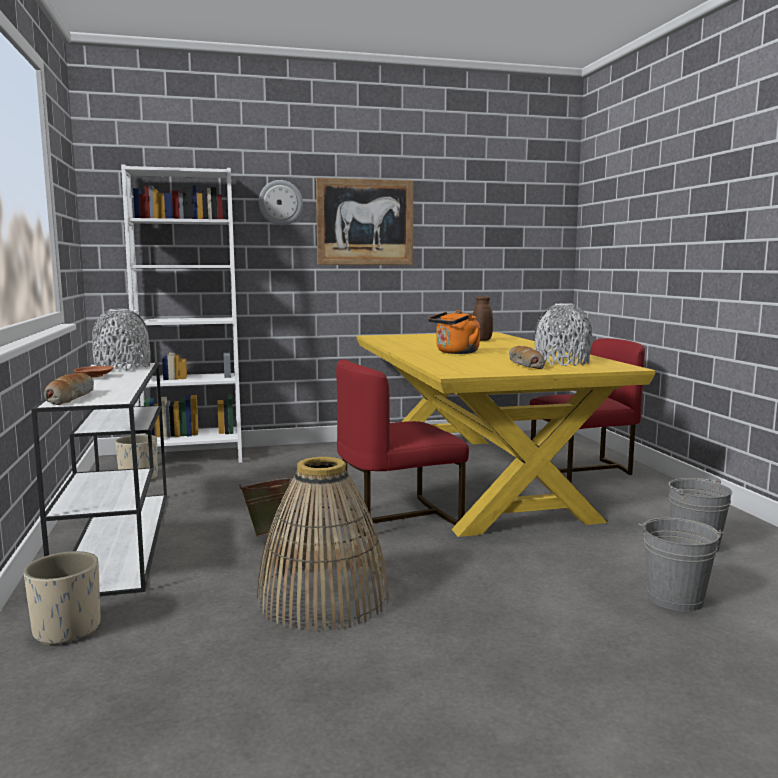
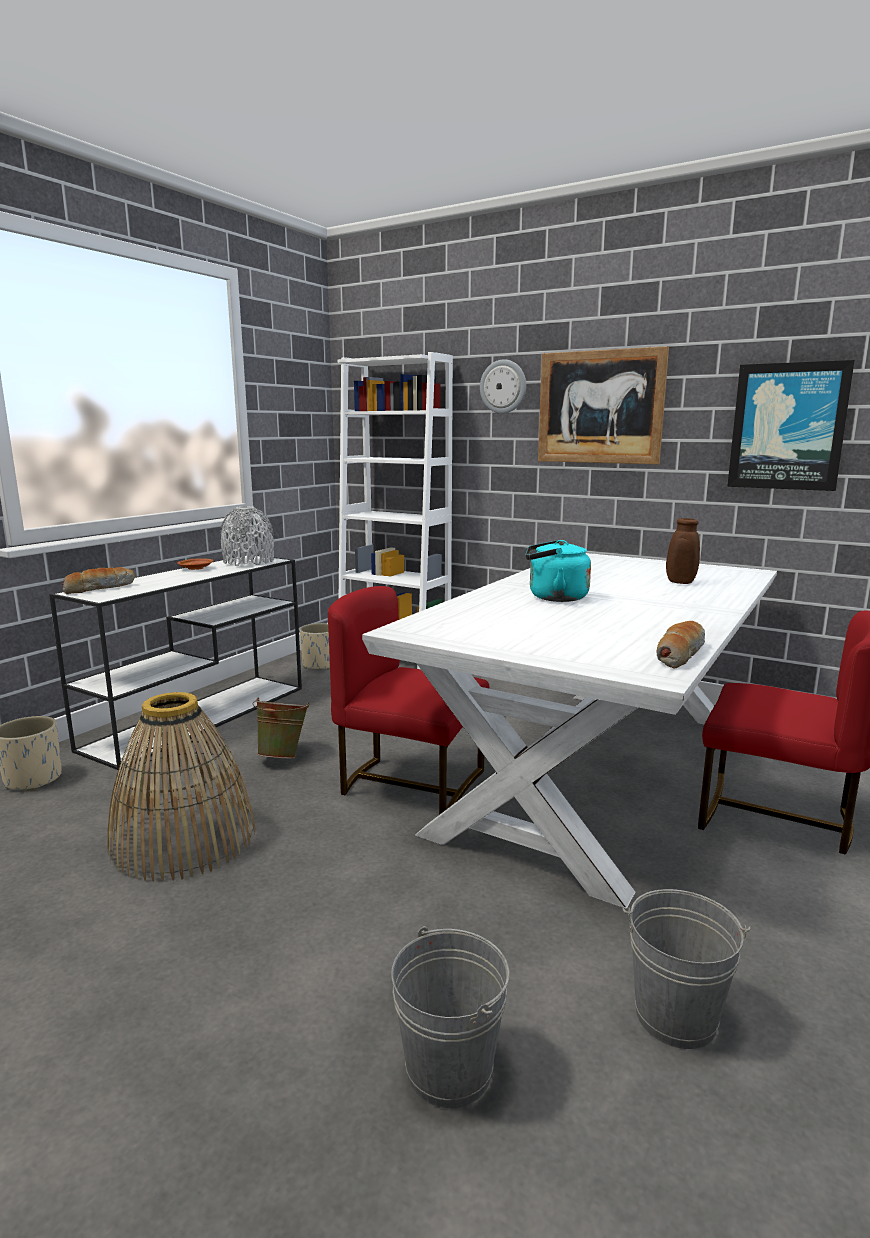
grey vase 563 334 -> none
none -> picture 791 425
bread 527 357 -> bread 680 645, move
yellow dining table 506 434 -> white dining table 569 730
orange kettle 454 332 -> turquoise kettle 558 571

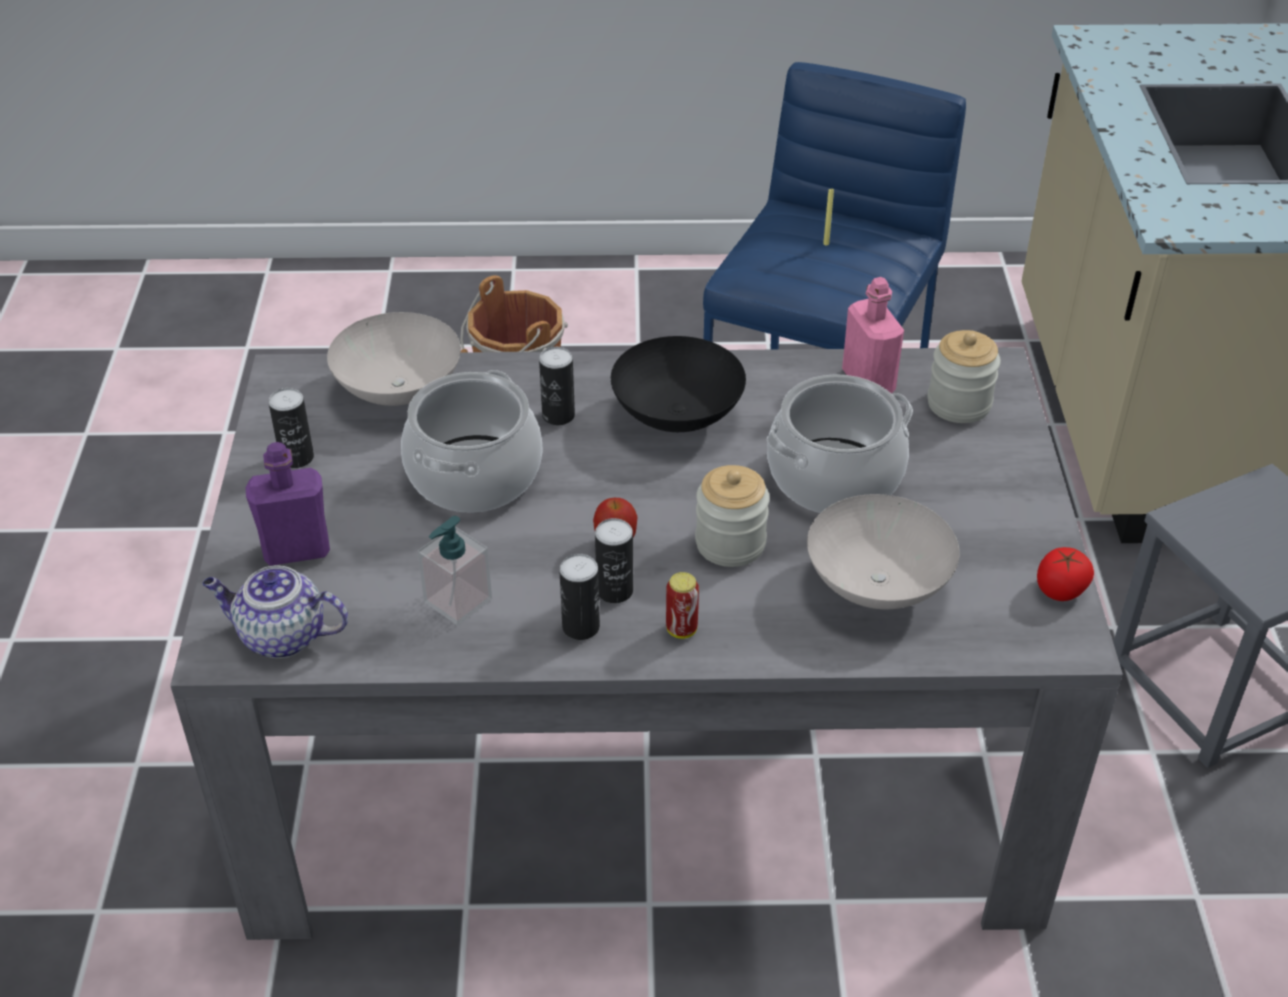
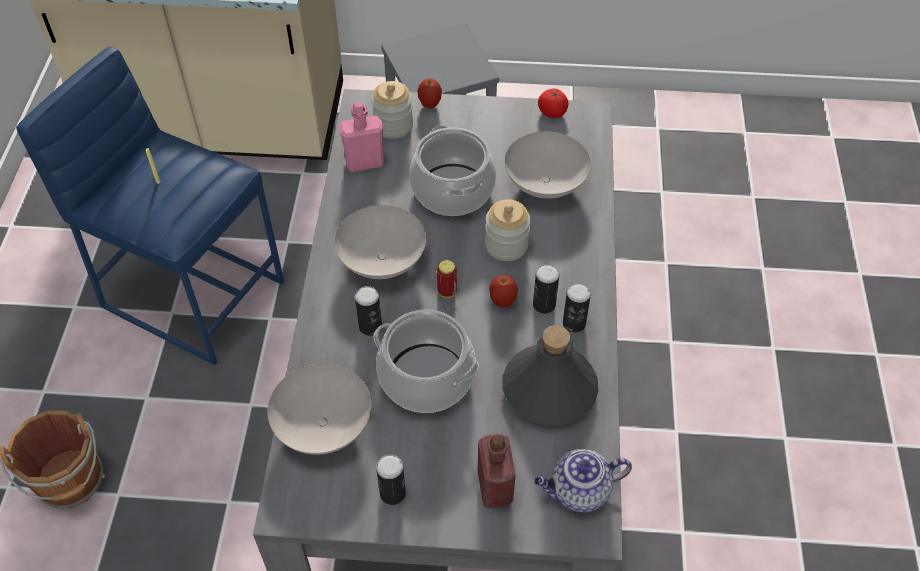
none -> apple 430 93
can 682 605 -> can 447 279, move
soap dispenser 454 570 -> grey bottle 550 375
purple bottle 287 504 -> red bottle 496 470
black bowl 678 384 -> white bowl 380 242
teapot 275 611 -> teapot 583 481, 60 degrees clockwise

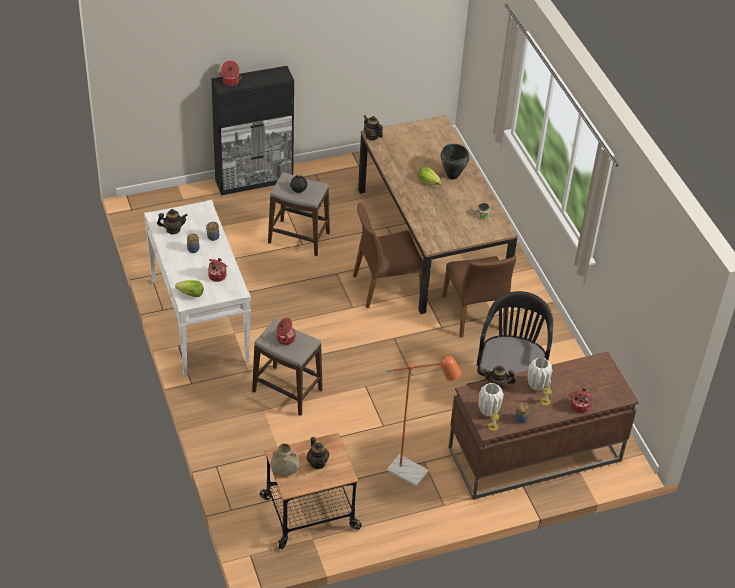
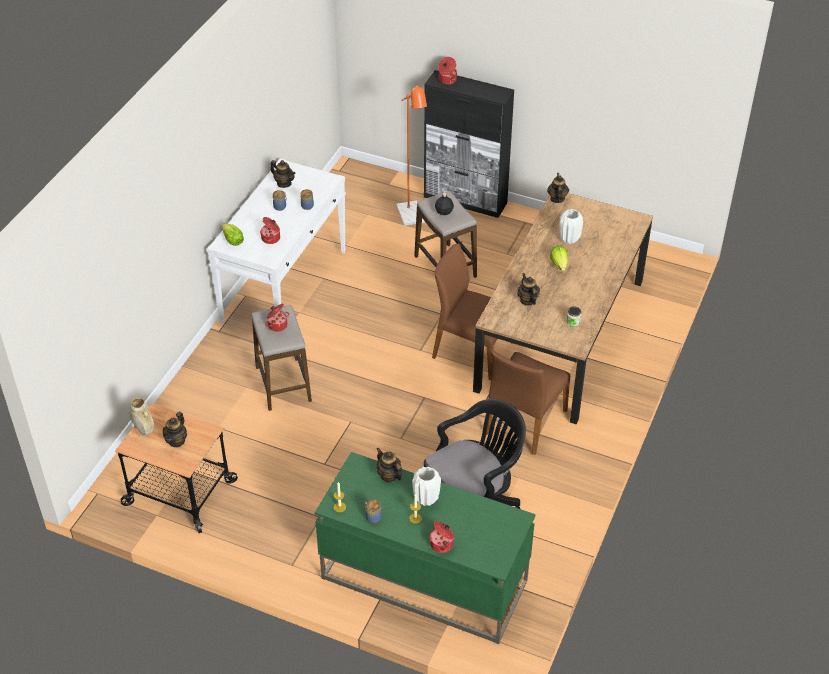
black cooking pot 455 161 -> none
none -> teapot 528 289
orange floor lamp 423 421 -> orange floor lamp 412 155, move
white vase 491 400 -> white vase 571 226, move
brown desk 543 425 -> green desk 425 548

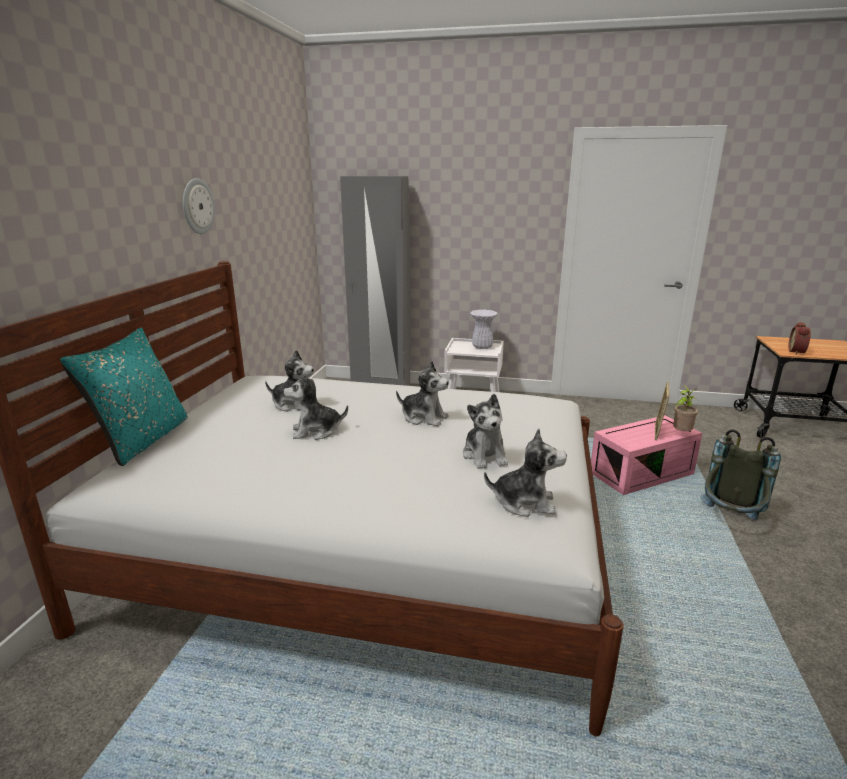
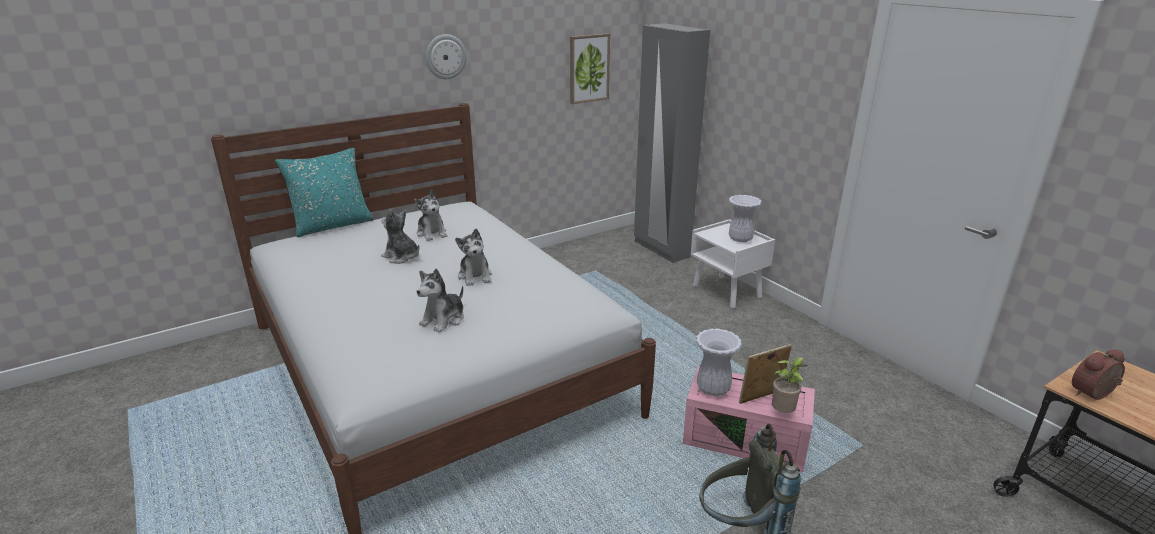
plush toy 525 473 -> none
none -> picture 590 68
none -> white vase 719 362

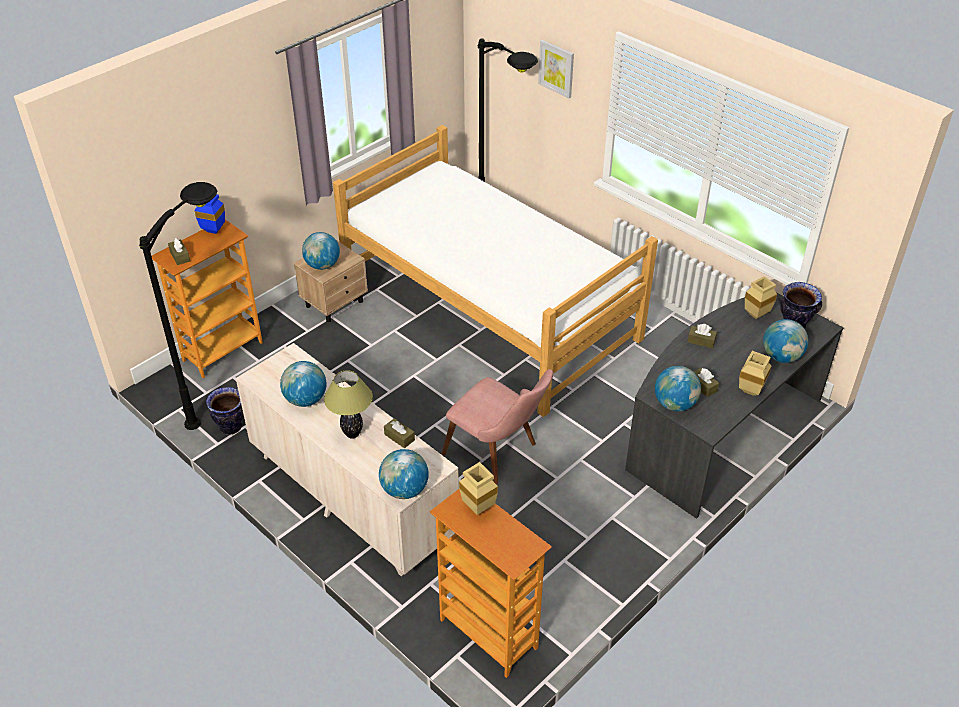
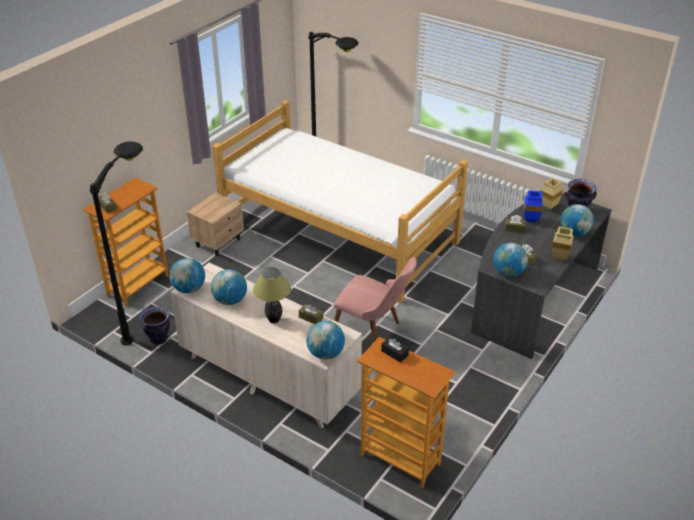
picture 556 69 -> none
blue vase 209 214 -> blue vase 533 206, move
globe 321 251 -> globe 187 275, move
beige vase 478 488 -> black tissue box 395 350

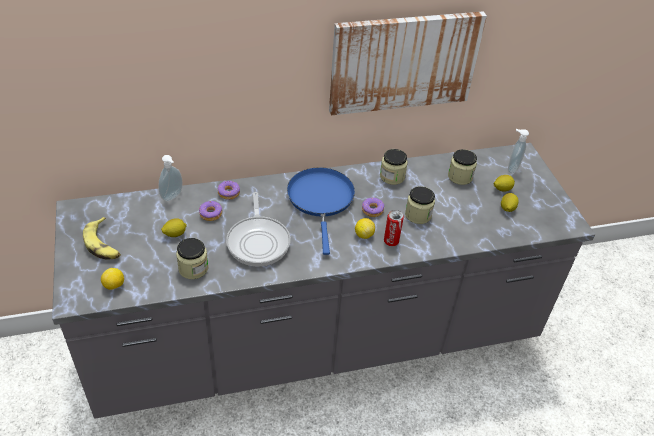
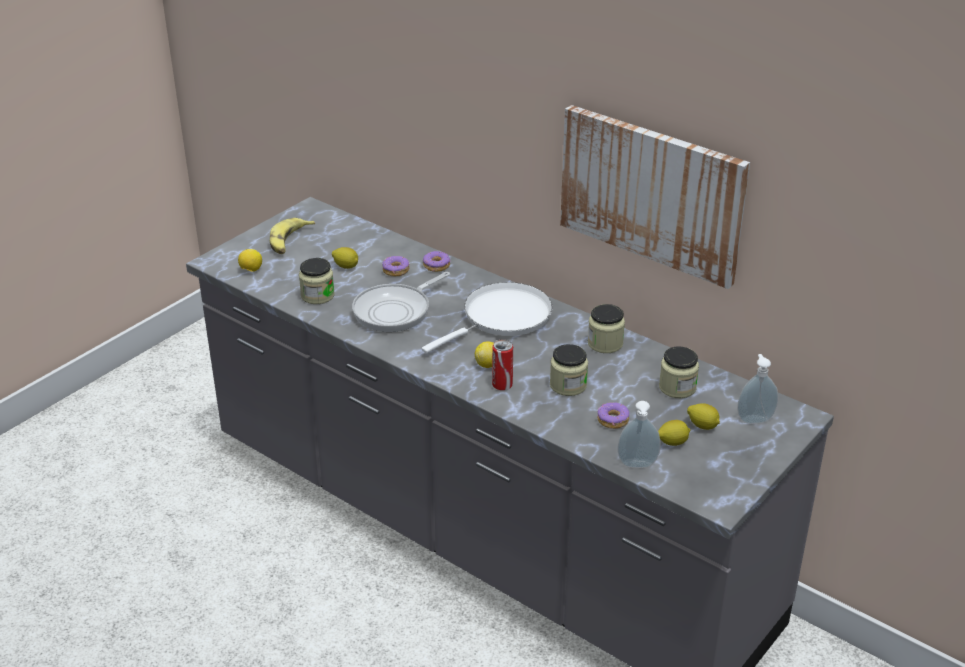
soap dispenser 171 178 -> soap dispenser 639 434, move
donut 373 207 -> donut 613 415, move
blue frying pan 321 211 -> white frying pan 487 317

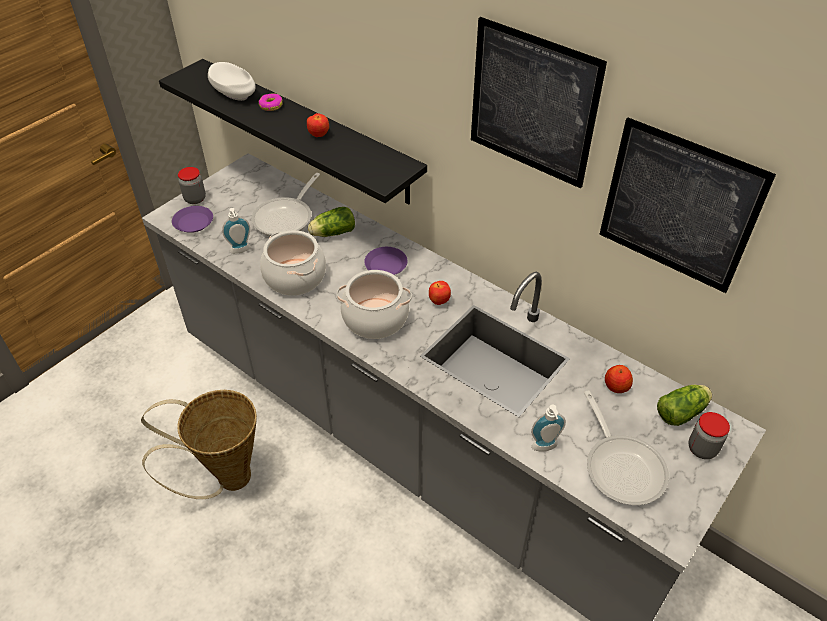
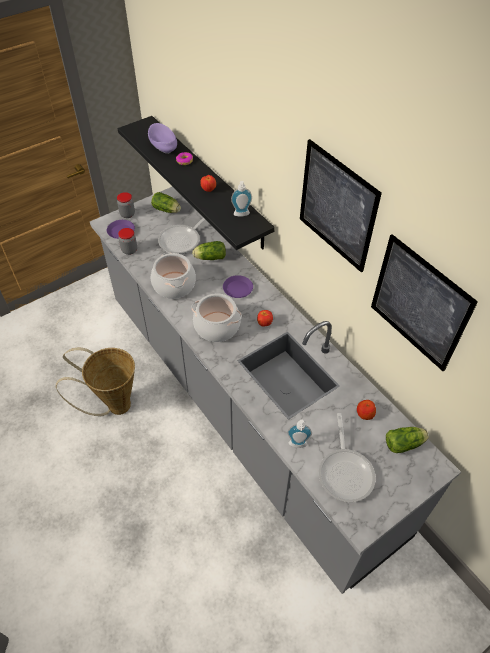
none -> lettuce 166 202
soap dispenser 236 231 -> soap dispenser 241 199, move
jar 709 435 -> jar 127 241, move
white bowl 232 81 -> purple bowl 162 138

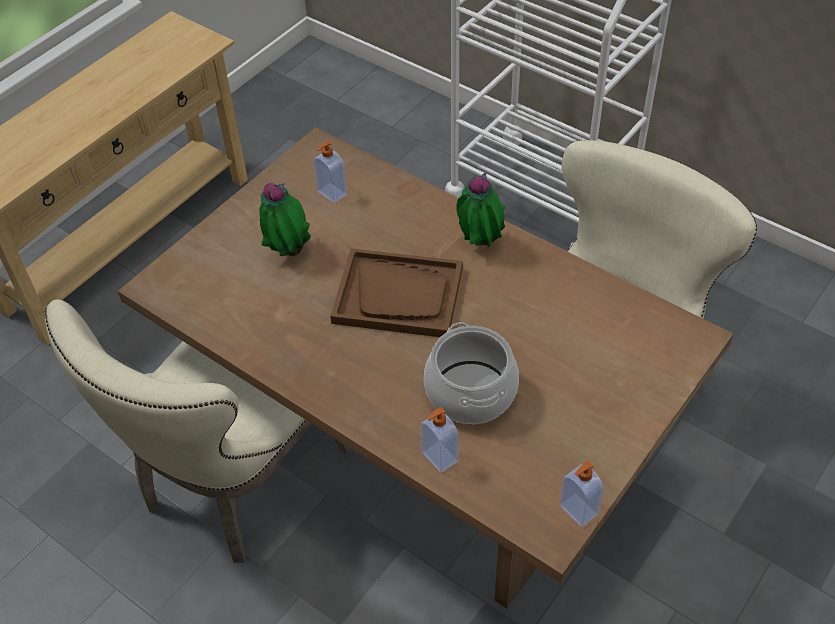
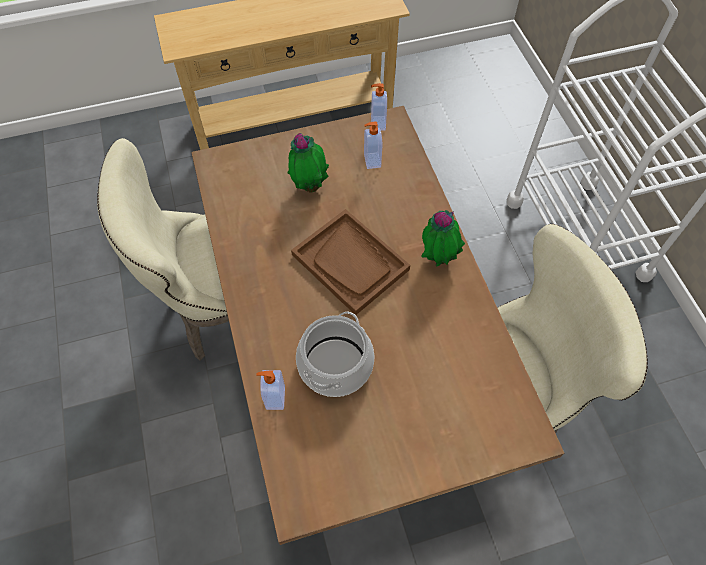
soap dispenser 581 494 -> soap dispenser 379 107, move

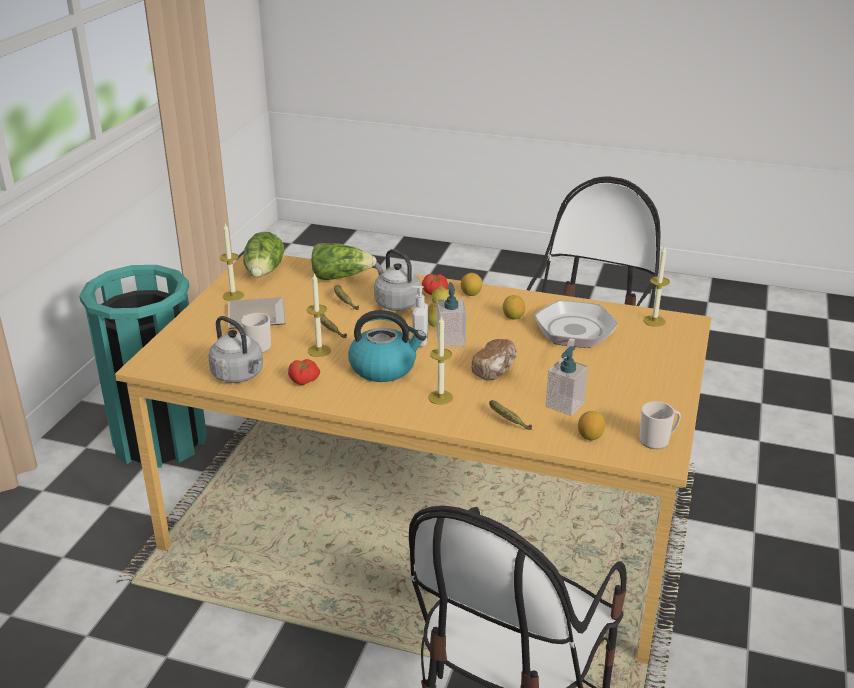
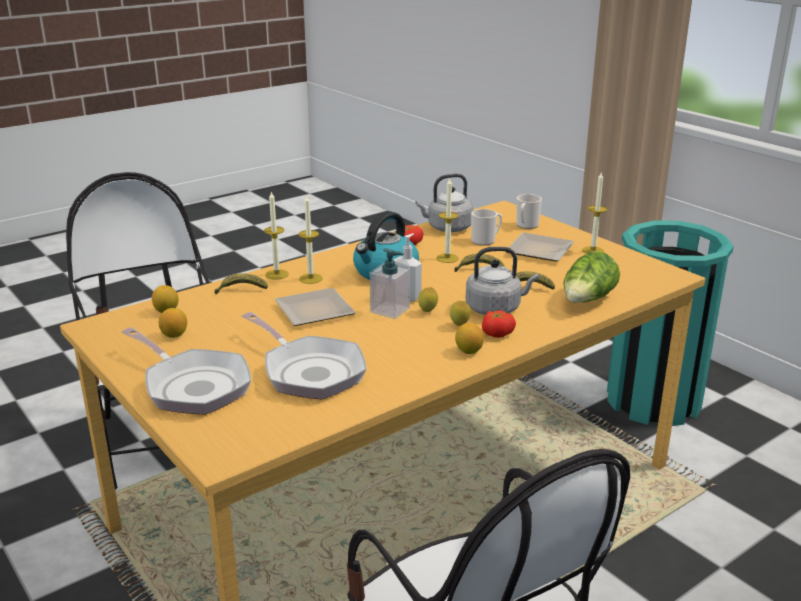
lettuce 263 254 -> none
soap dispenser 567 381 -> none
none -> frying pan 186 370
lemon 514 307 -> lemon 173 323, move
mug 660 425 -> mug 529 211, move
candle 656 286 -> candle 276 235, move
bread 494 360 -> plate 315 307

